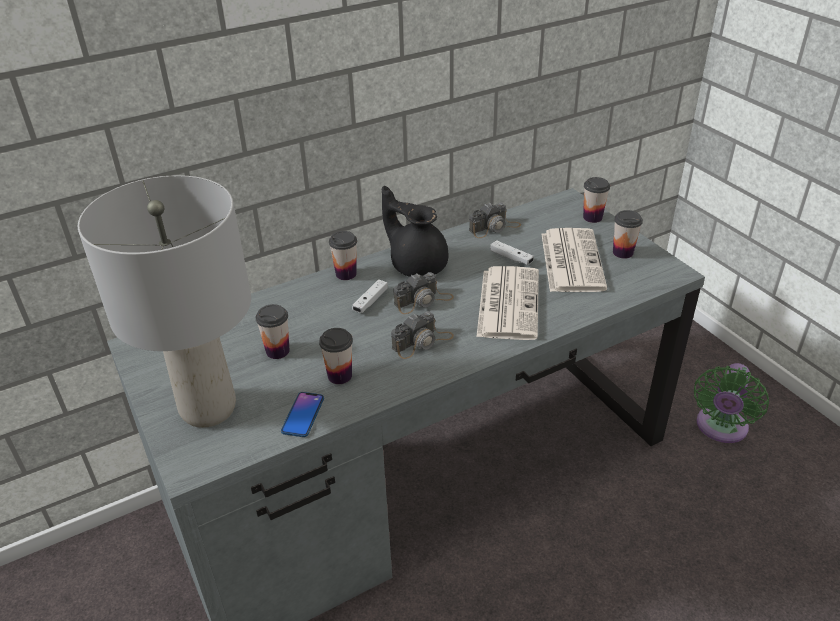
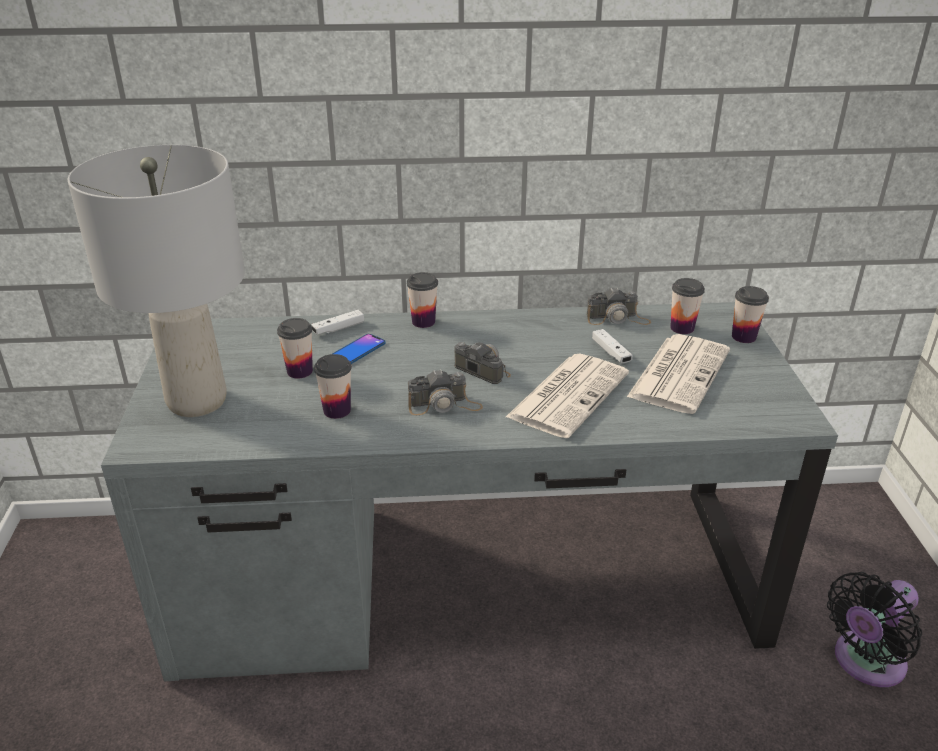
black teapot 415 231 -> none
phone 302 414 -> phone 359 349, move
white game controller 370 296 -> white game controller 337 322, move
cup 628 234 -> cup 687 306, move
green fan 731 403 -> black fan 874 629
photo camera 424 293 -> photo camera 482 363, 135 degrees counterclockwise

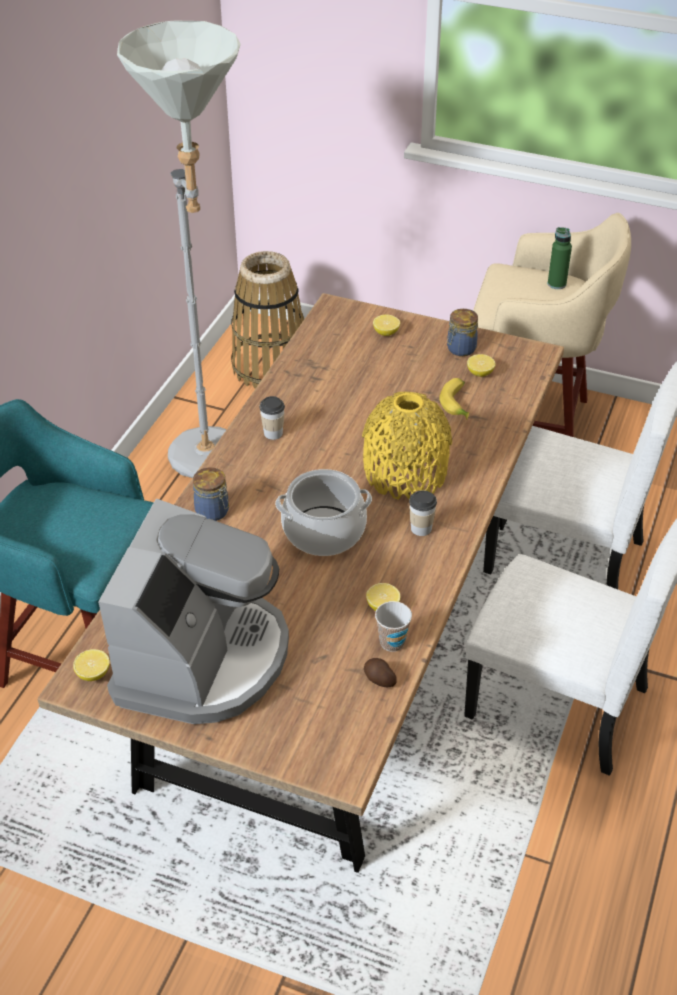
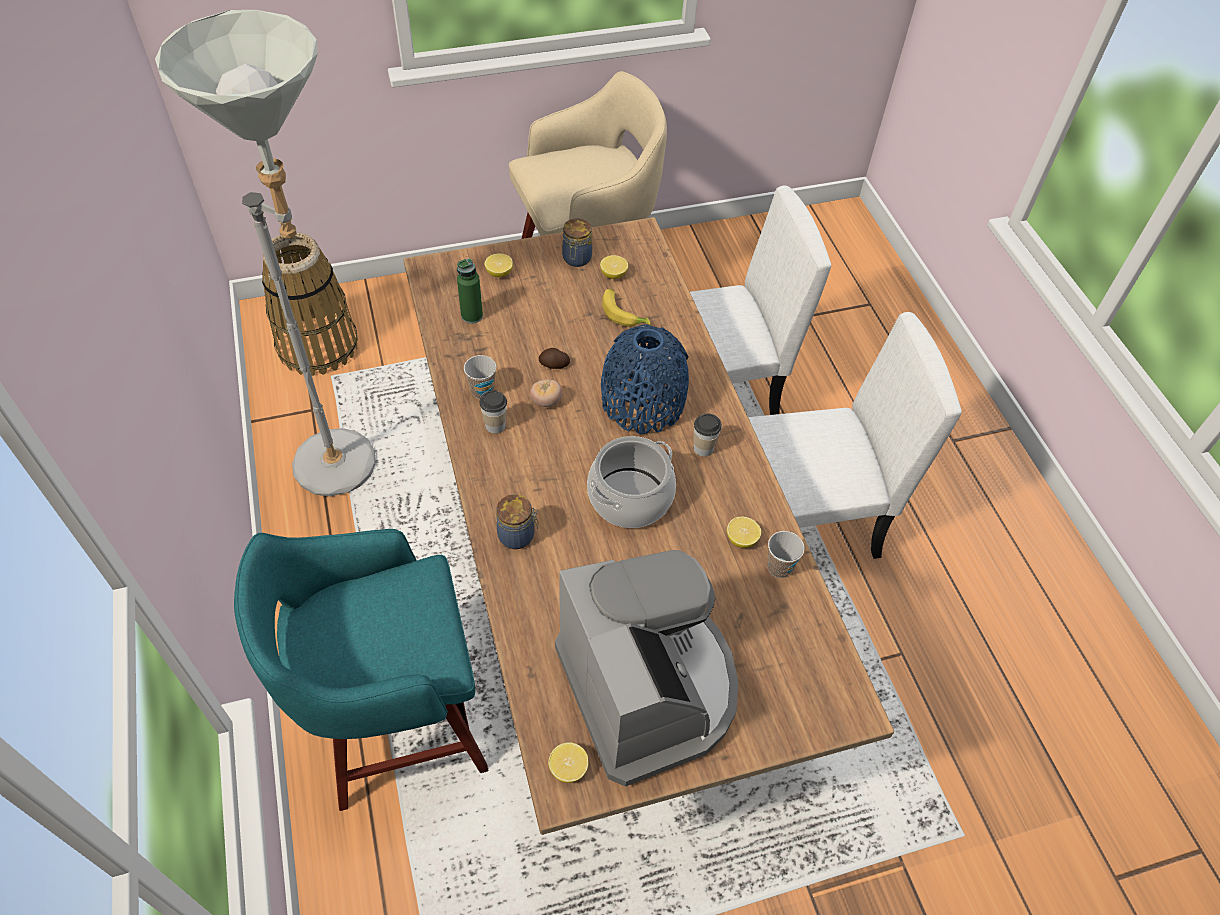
none -> cup 480 377
none -> tomato 546 393
potato 380 672 -> potato 554 358, move
green bottle 560 258 -> green bottle 470 291, move
yellow vase 407 446 -> blue vase 645 379

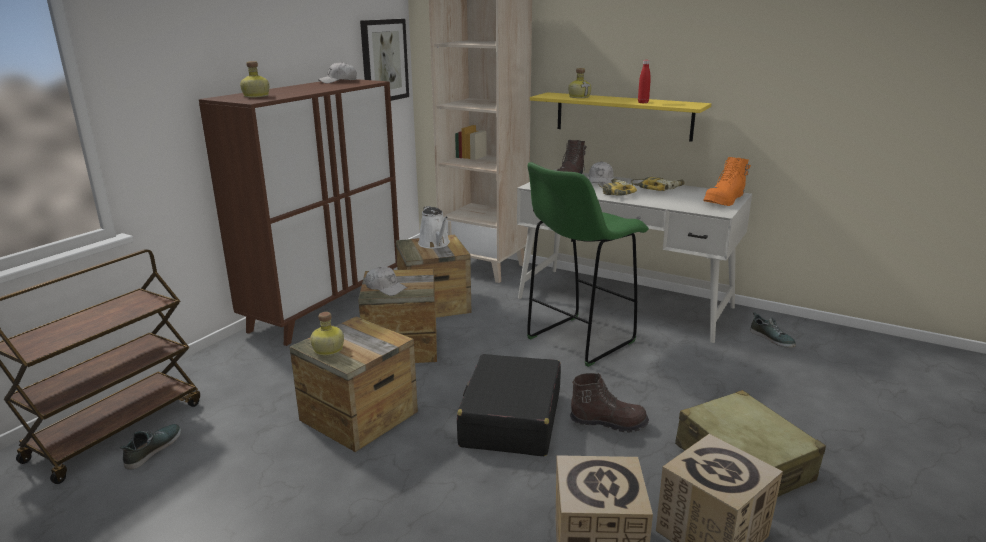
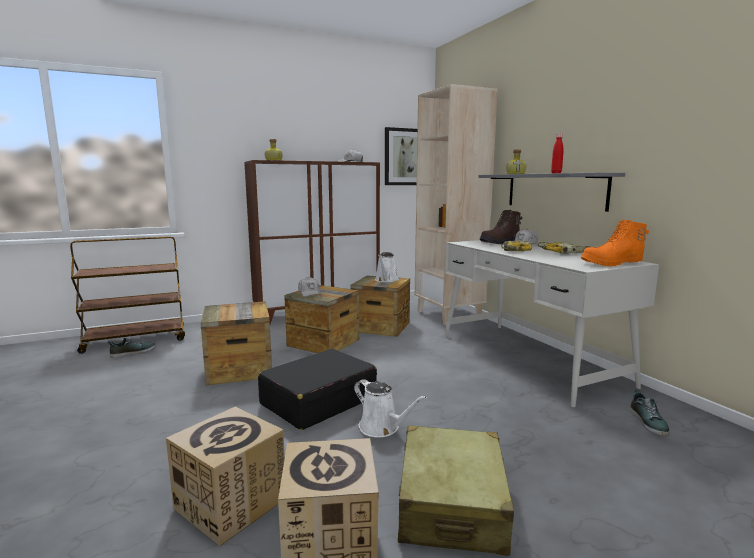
bottle 327 334 -> none
green stool 588 264 -> none
brown boot 609 403 -> white watering can 390 408
yellow shelf 620 117 -> grey shelf 552 192

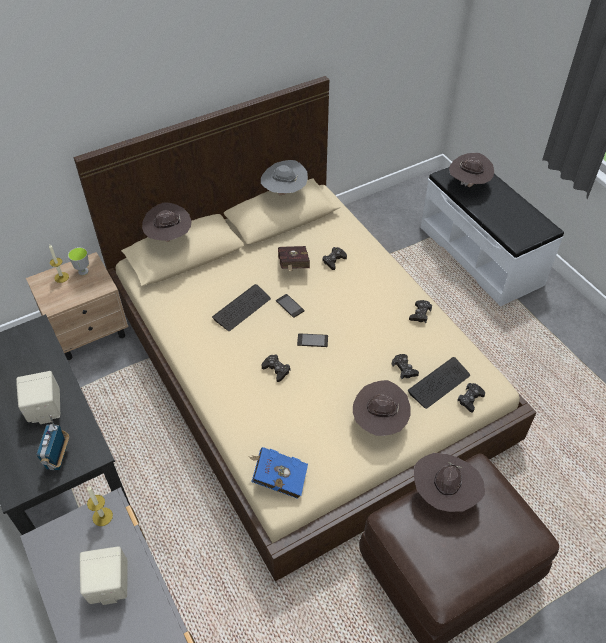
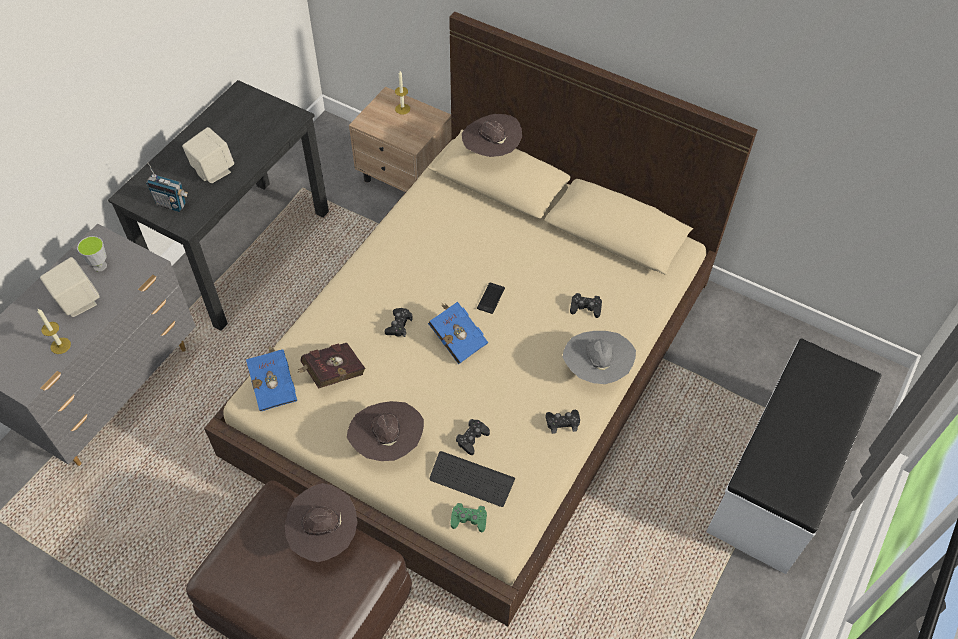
keyboard 241 307 -> none
brown hat 471 170 -> none
cup 78 261 -> cup 92 254, move
candle 100 506 -> candle 54 331, move
grey hat 284 177 -> grey hat 599 357, move
red book 294 258 -> red book 332 365, move
phone 312 340 -> blue book 458 333
black game controller 471 397 -> green game controller 469 518
radio 53 442 -> radio 167 187, 135 degrees counterclockwise

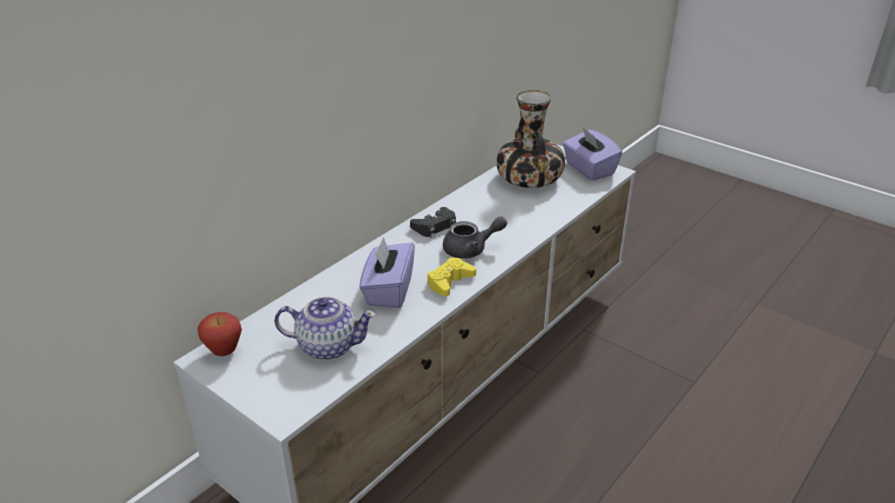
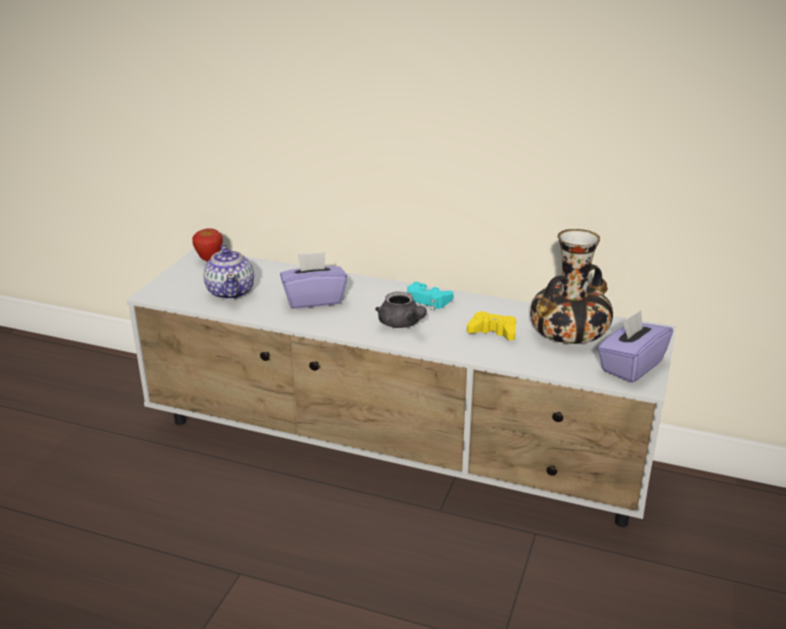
yellow game controller 451 277 -> yellow game controller 491 325, move
black game controller 433 223 -> turquoise game controller 430 296

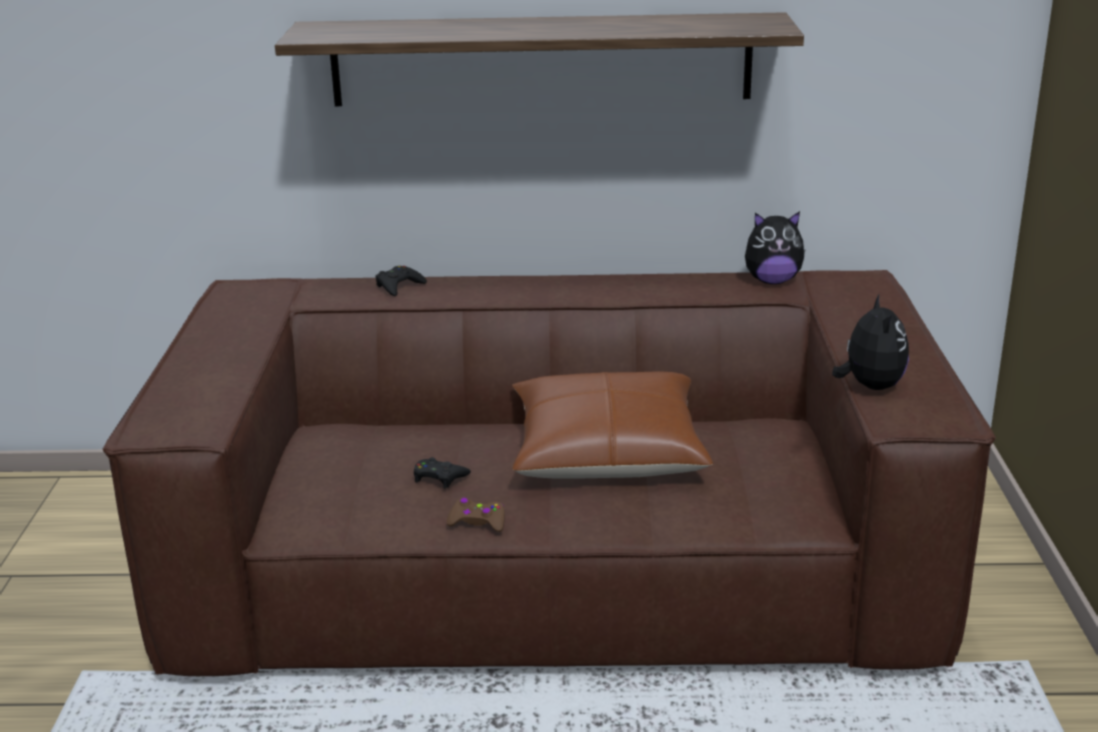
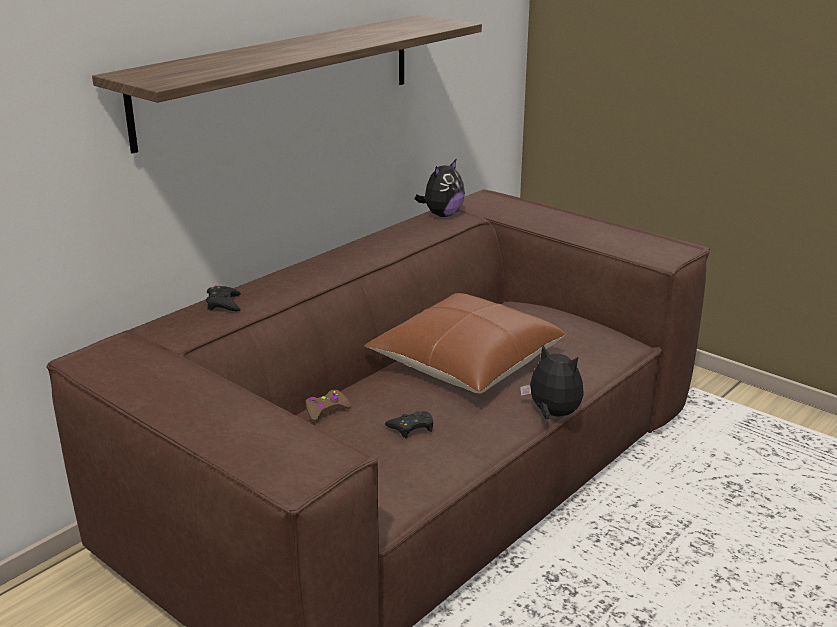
brown game controller 476 515 -> brown game controller 328 405, move
plush toy 870 342 -> plush toy 552 382, move

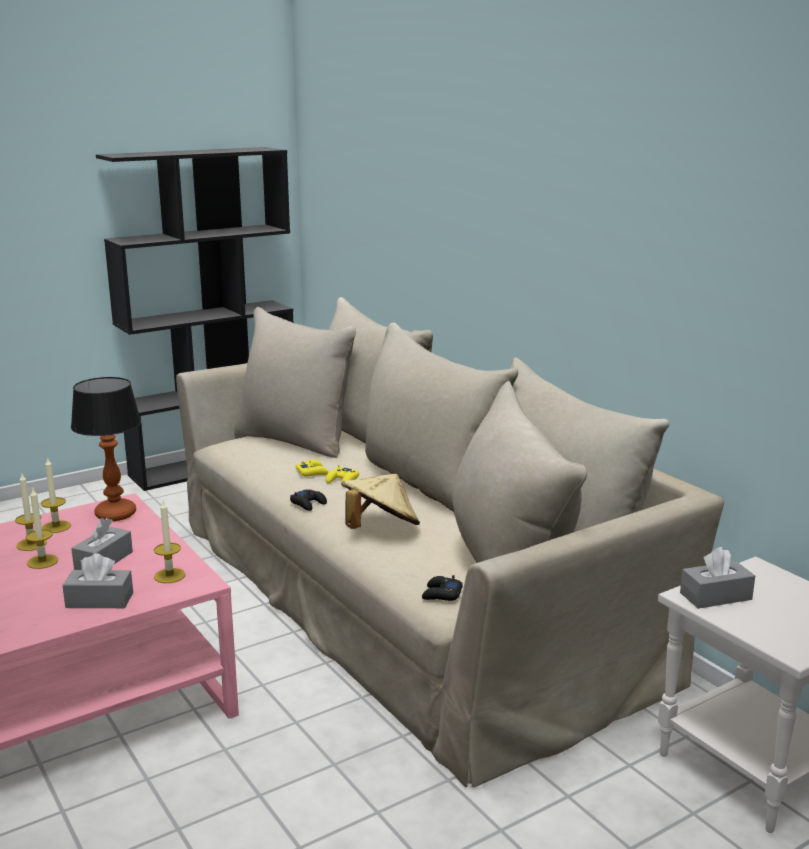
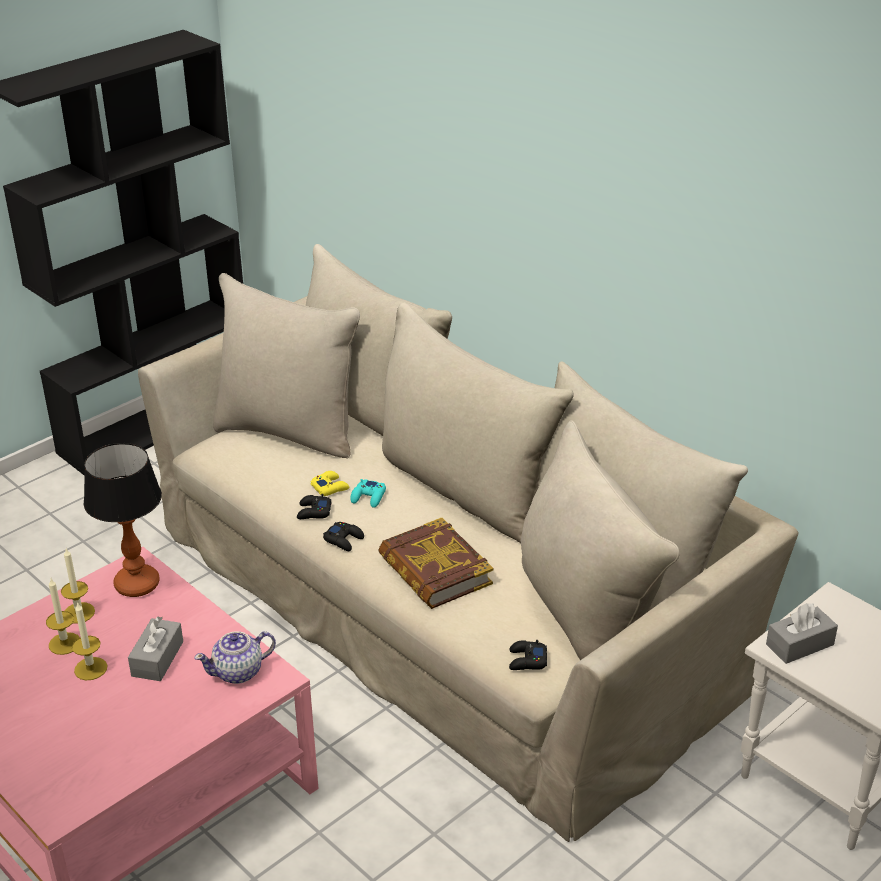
grey tissue box 97 580 -> none
none -> black game controller 314 506
candle 170 542 -> teapot 235 657
beige hat 380 501 -> book 436 563
yellow game controller 342 476 -> turquoise game controller 368 493

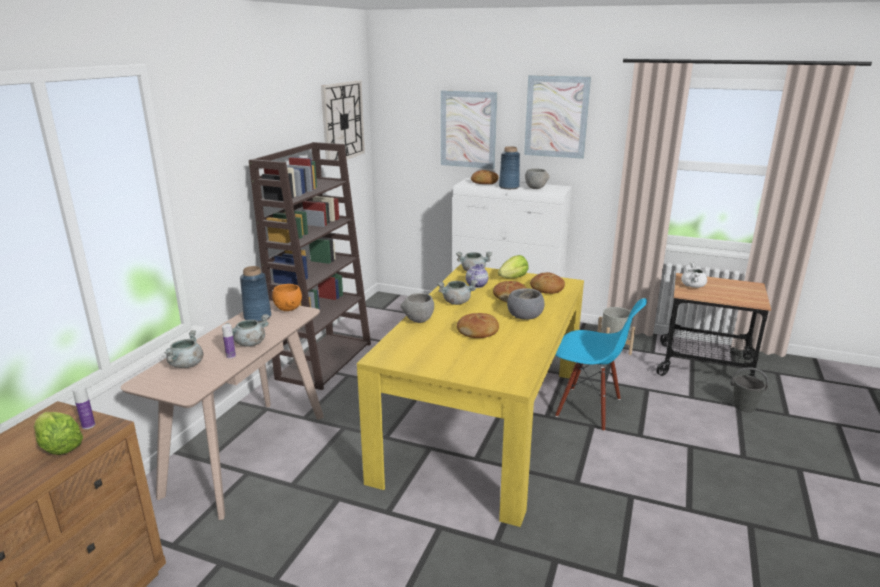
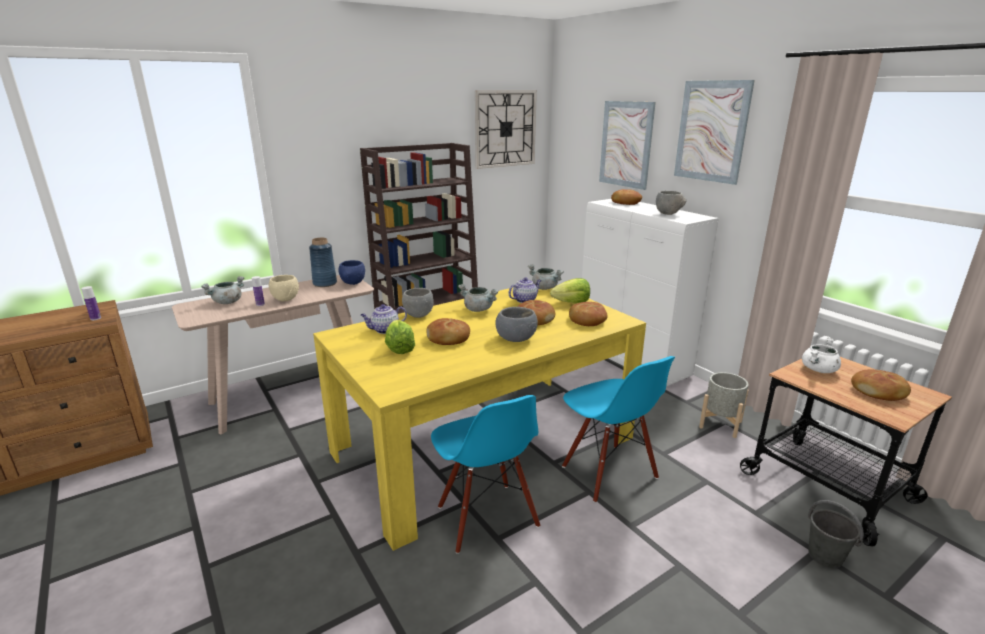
blue vase 509 167 -> none
none -> teapot 383 319
none -> blue chair 485 474
none -> bread 881 385
lettuce 58 433 -> lettuce 400 337, move
grey cooking pot 245 330 -> beige bowl 284 288
orange bowl 287 297 -> blue bowl 351 272

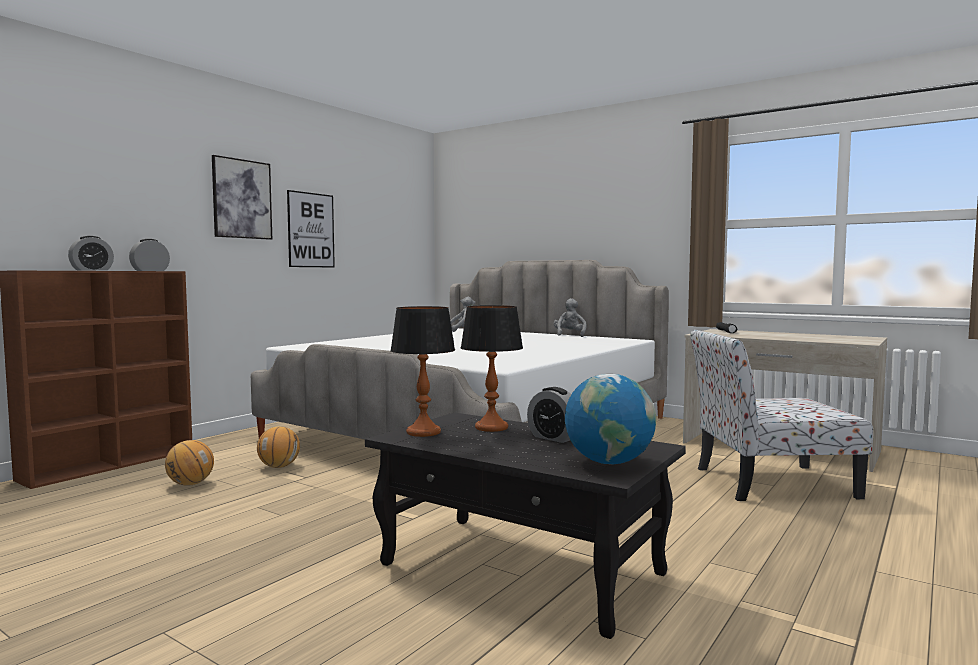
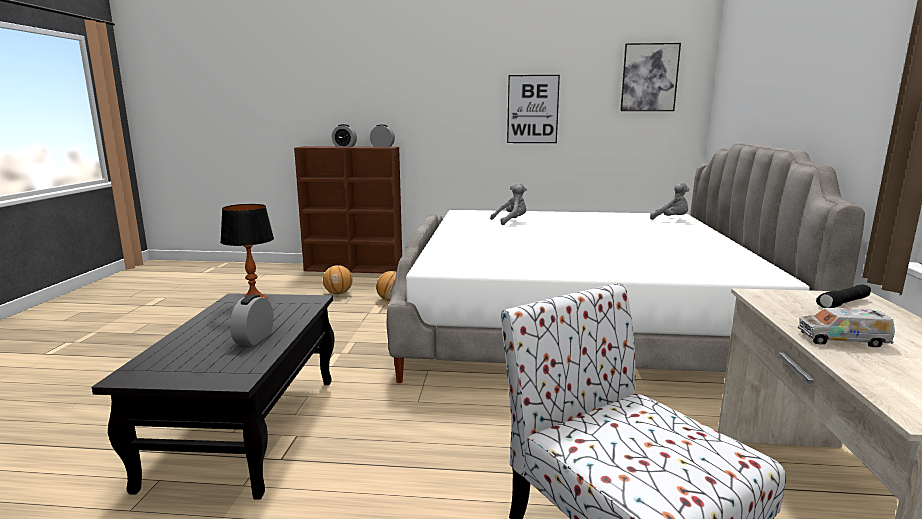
table lamp 492 368 -> none
globe 610 419 -> none
none -> toy truck 846 327
picture 242 197 -> picture 650 77, move
grey plush toy 570 317 -> grey plush toy 508 204, move

